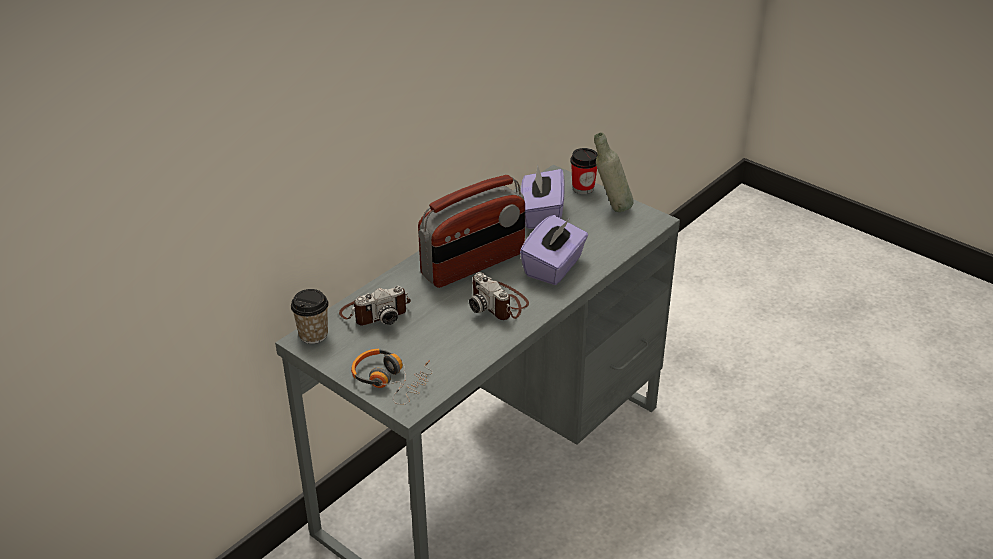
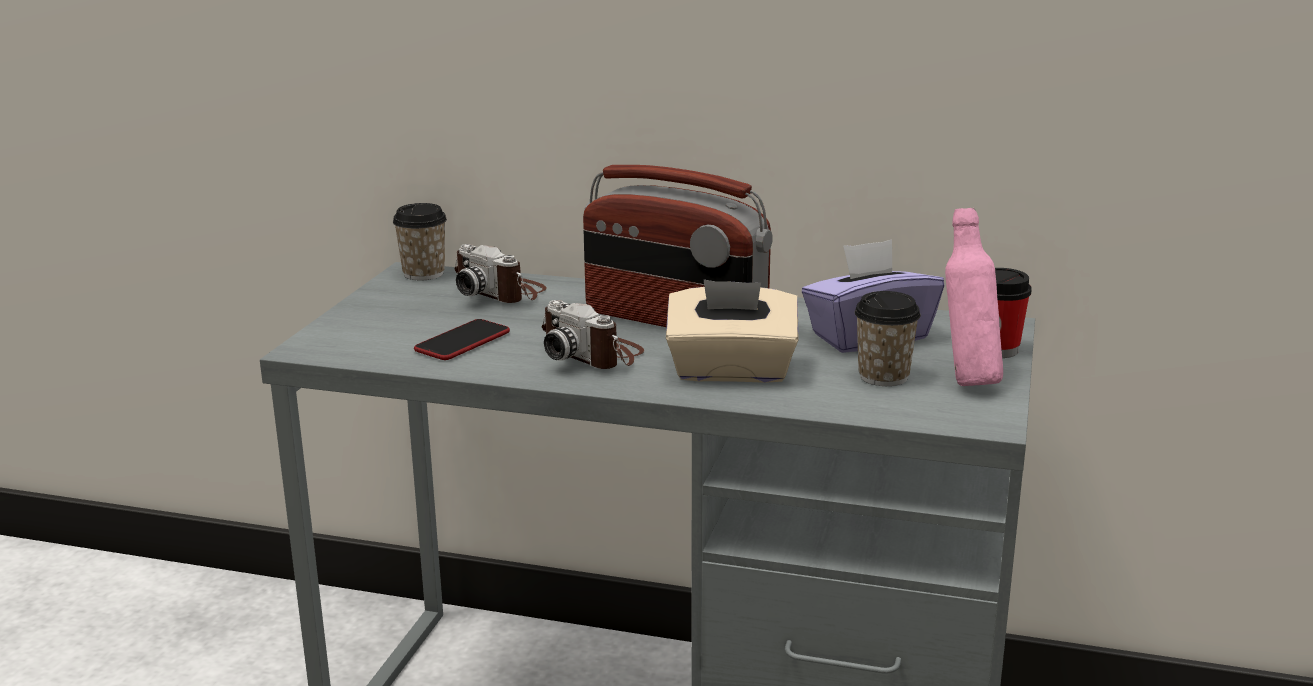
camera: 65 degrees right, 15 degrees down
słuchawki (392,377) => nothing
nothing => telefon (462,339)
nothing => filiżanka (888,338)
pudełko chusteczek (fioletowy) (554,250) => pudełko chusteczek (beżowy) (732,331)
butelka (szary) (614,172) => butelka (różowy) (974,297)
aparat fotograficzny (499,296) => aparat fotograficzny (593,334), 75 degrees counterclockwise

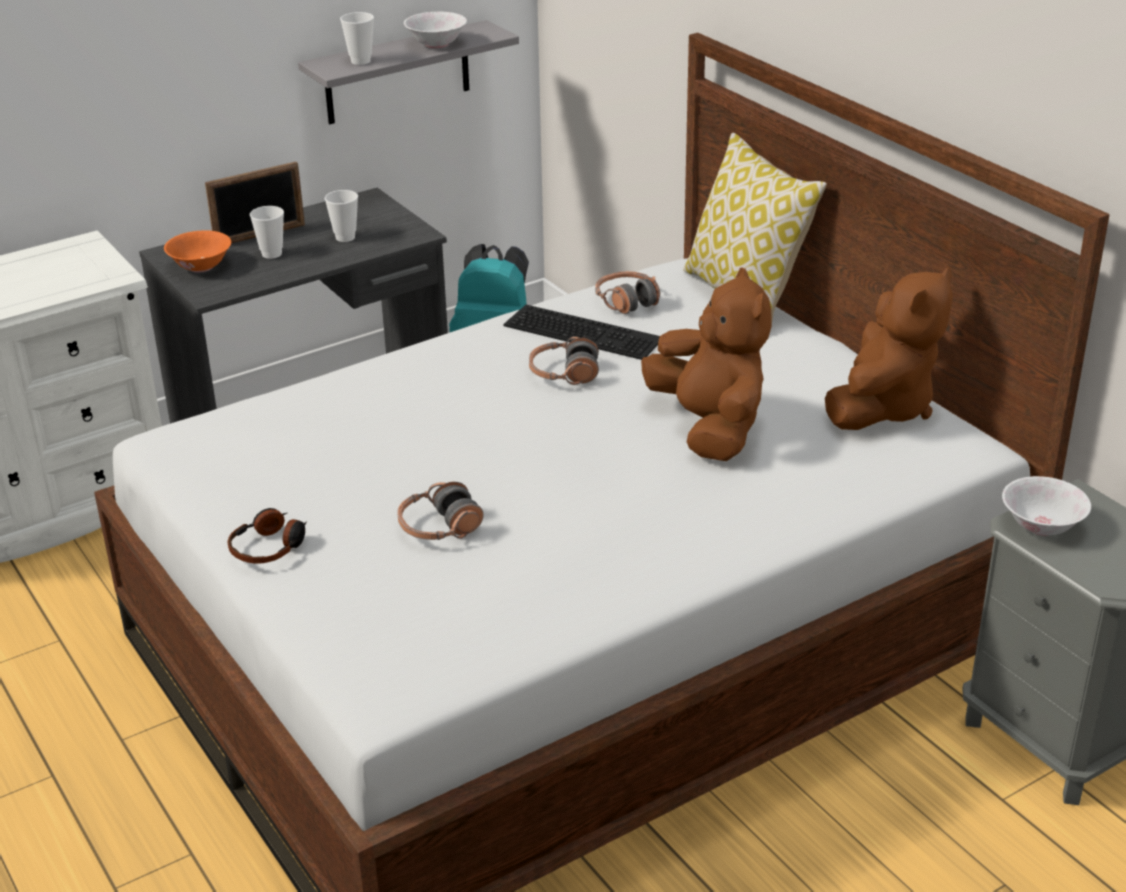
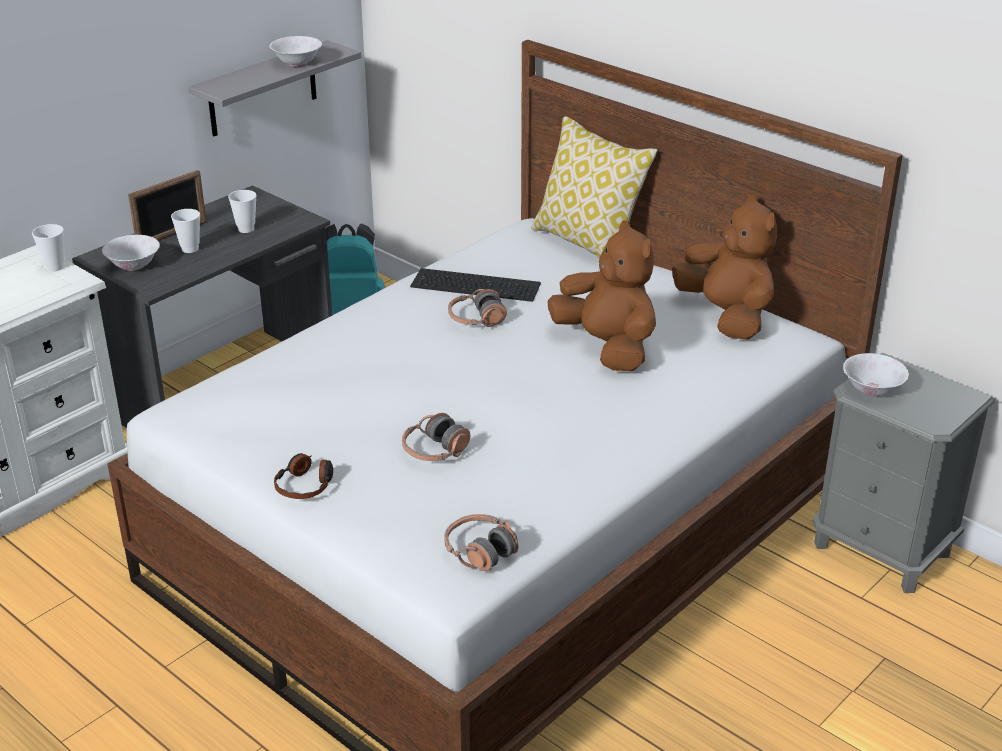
camera: 15 degrees left, 0 degrees up
filiżanka (357,38) => filiżanka (48,248), relocated
słuchawki (628,292) => słuchawki (481,542), relocated
miska (pomarańczowy) (197,251) => miska (biały) (131,253)
pluszak (brązowy) (889,348) => pluszak (brązowy) (724,267), 45 degrees counterclockwise

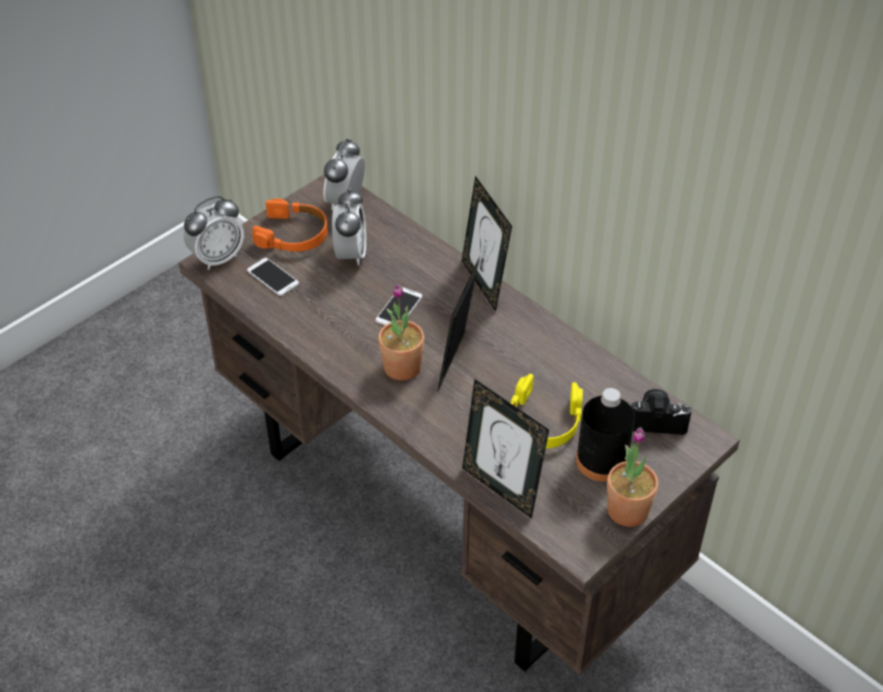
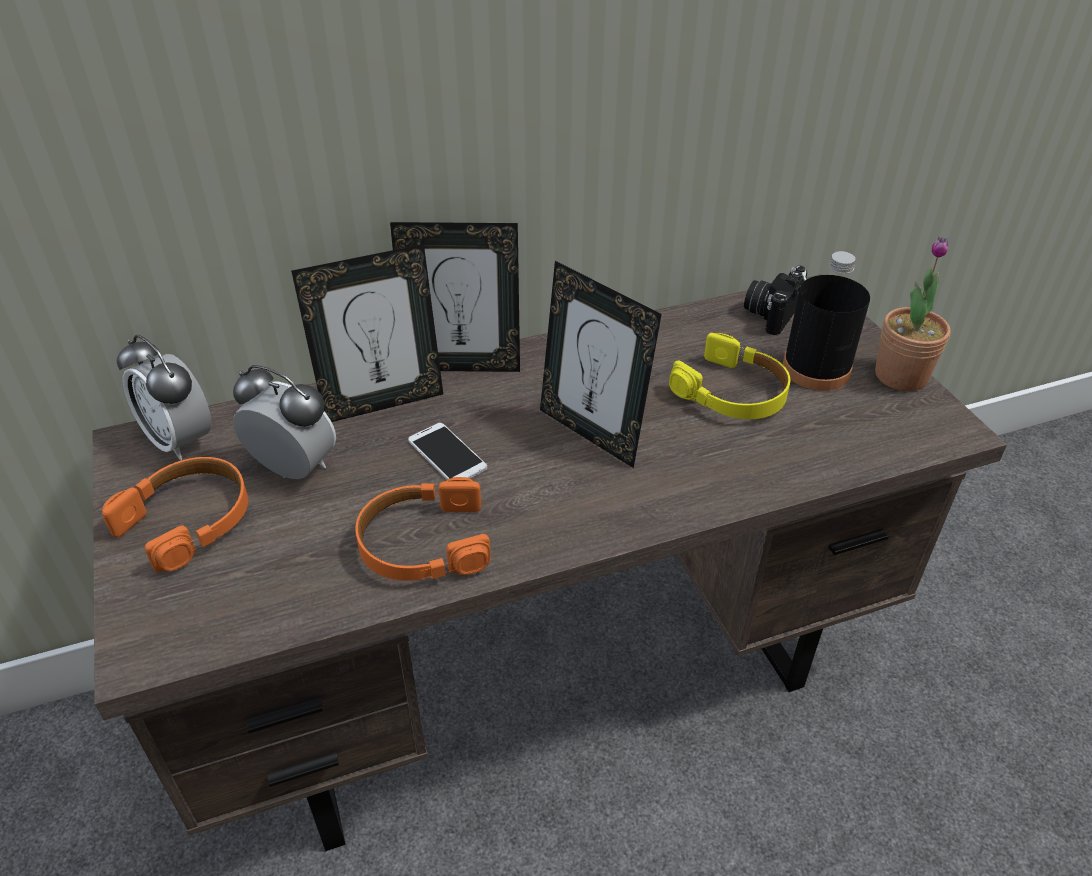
camera: 65 degrees left, 5 degrees down
budzik (214,233) => nothing
telefon (273,277) => nothing
roślina doniczkowa (401,332) => nothing
nothing => słuchawki (pomarańczowy) (423,529)
ramka na zdjęcie (505,449) => ramka na zdjęcie (367,333), relocated

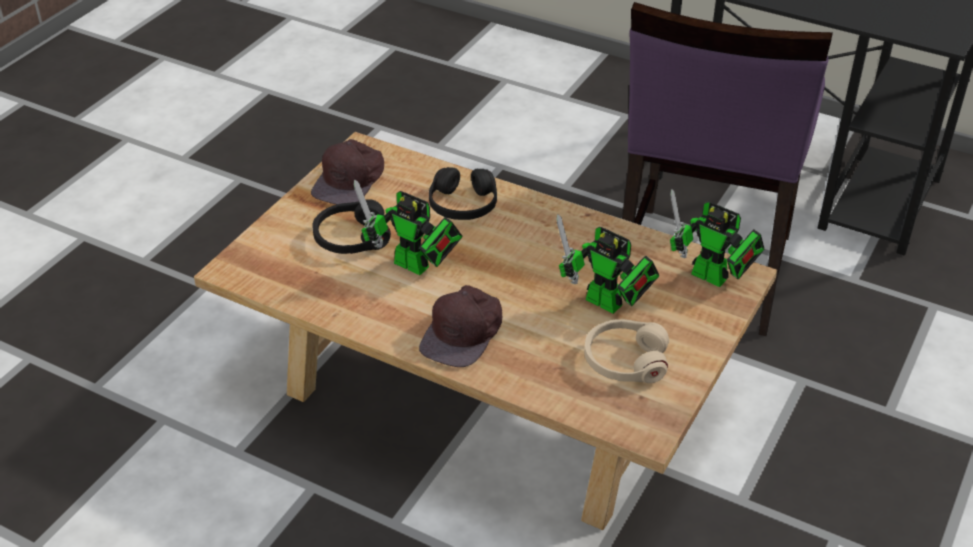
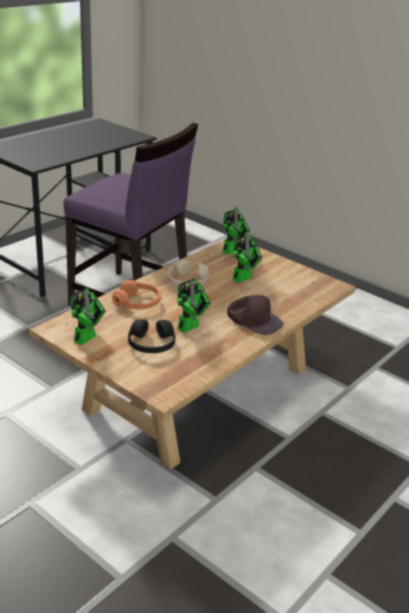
camera: 80 degrees left, 10 degrees down
słuchawki (beżowy) (626,351) => słuchawki (beżowy) (187,272), relocated
czapka z daszkiem (brązowy) (347,172) => robot zabawkowy (88,316)
słuchawki (czarny) (463,193) => słuchawki (pomarańczowy) (136,294)

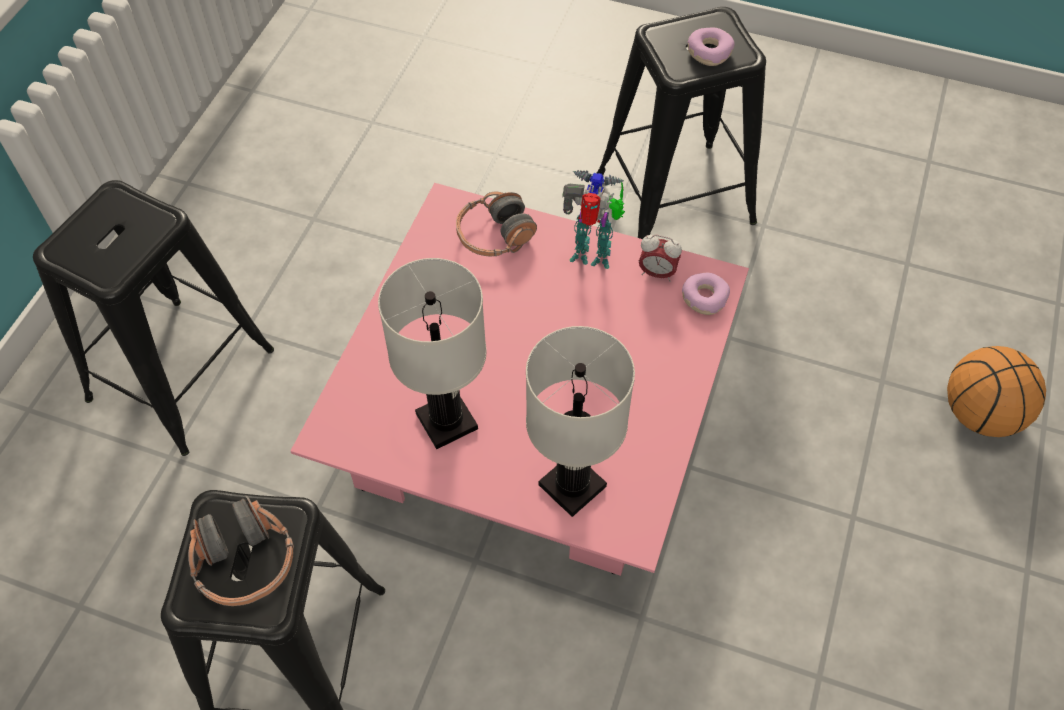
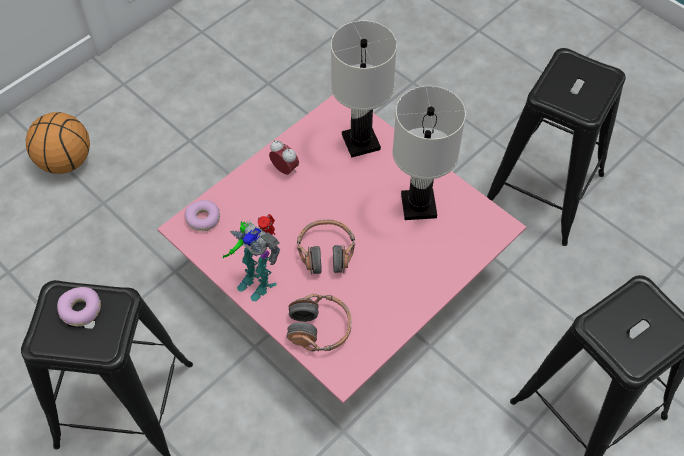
camera: 155 degrees left, 0 degrees up
słuchawki (241,551) => słuchawki (326,247), relocated
budzik (660,258) => budzik (284,157), relocated

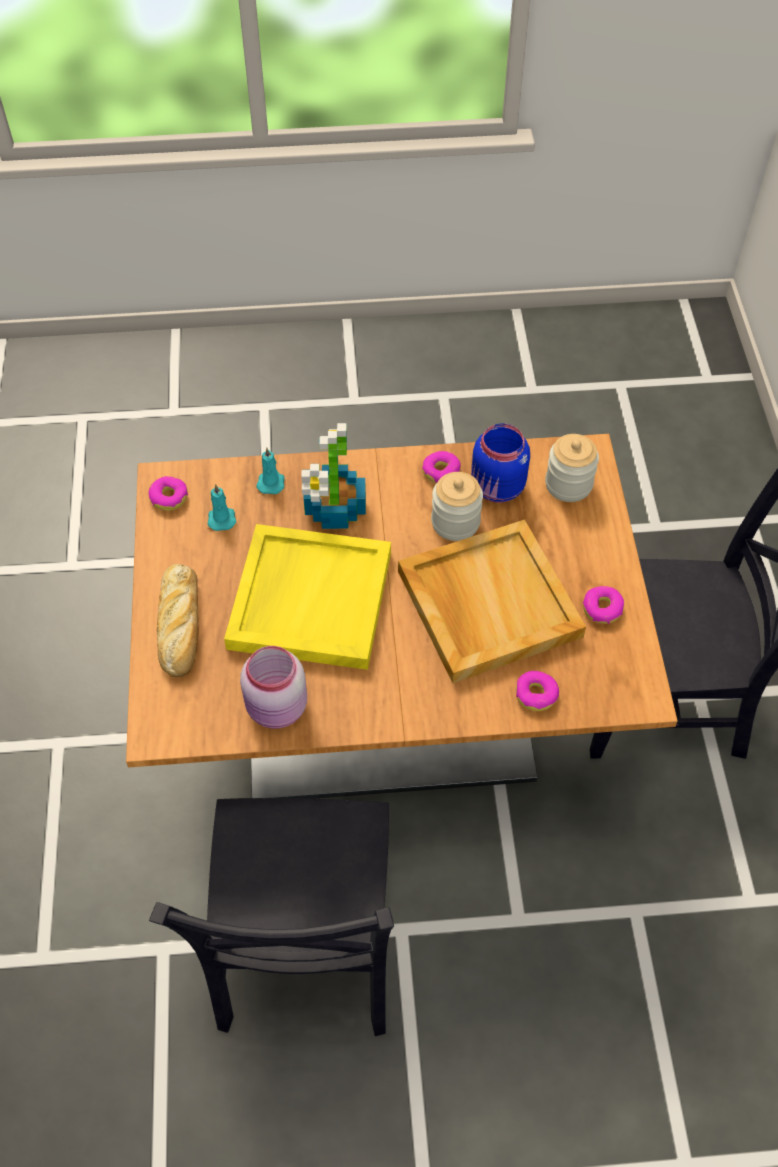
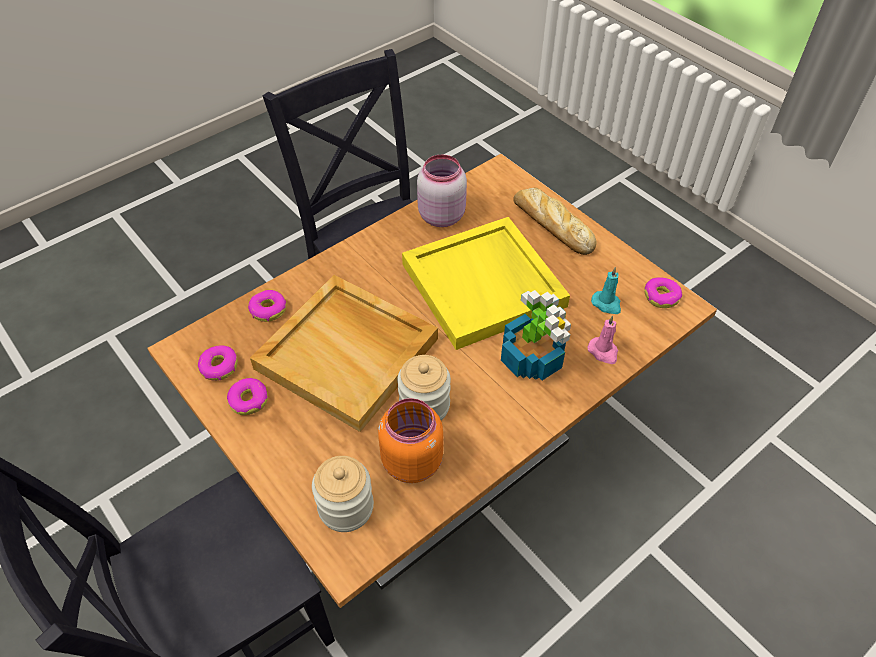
camera: 145 degrees right, 5 degrees down
donut (441,467) => donut (218,363), relocated
świeca (turkusowy) (270,471) => świeca (różowy) (603,339)
słoik (niebieski) (500,463) => słoik (pomarańczowy) (410,440)

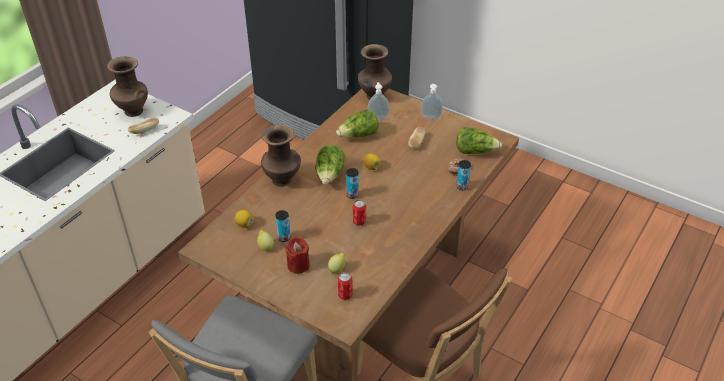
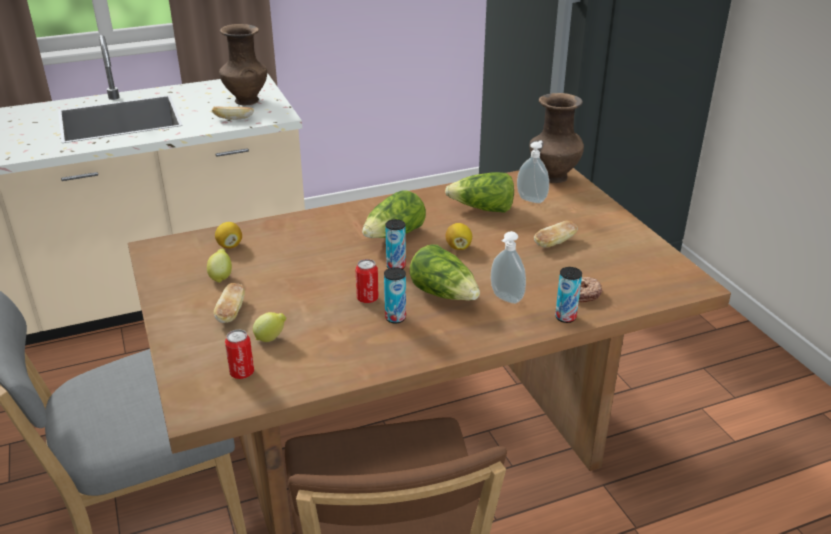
camera: 35 degrees right, 10 degrees down
wazon (brązowy) (281,155) => nothing
puszka (283,226) => puszka (395,295), relocated
dozownik mydła (432,101) => dozownik mydła (508,267), relocated
sałata (479,140) => sałata (445,272), relocated
świeca (czerwony) (297,255) => chleb (229,303)

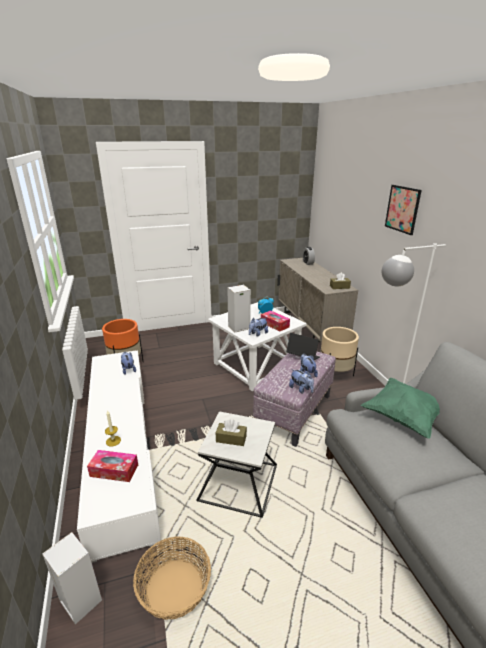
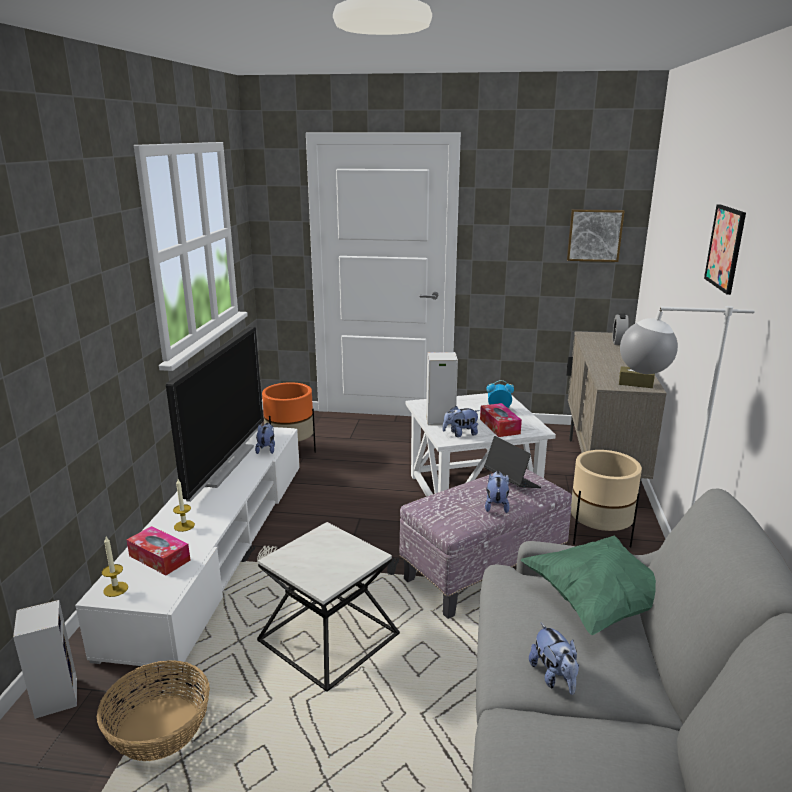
camera: 25 degrees right, 5 degrees down
pudełko chusteczek (brązowy) (231,432) => nothing
nothing => świeca (115,567)
nothing => telewizor (214,414)
nothing => obraz (596,235)
pluszak (301,381) => pluszak (554,659), relocated

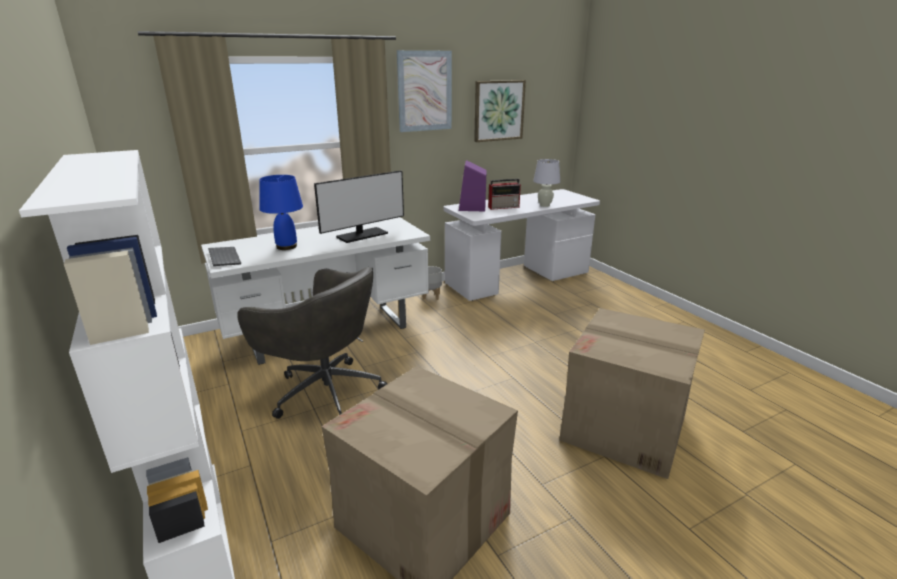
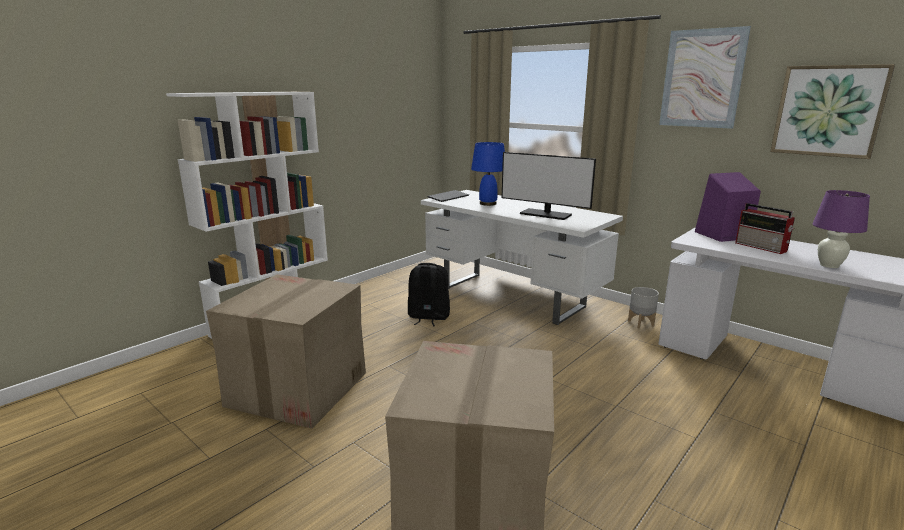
camera: 70 degrees right, 5 degrees down
krzesło biurowe (szary) (312,343) => plecak (czarny) (429,294)
lampa stołowa (biały) (546,183) => lampa stołowa (fioletowy) (841,229)

